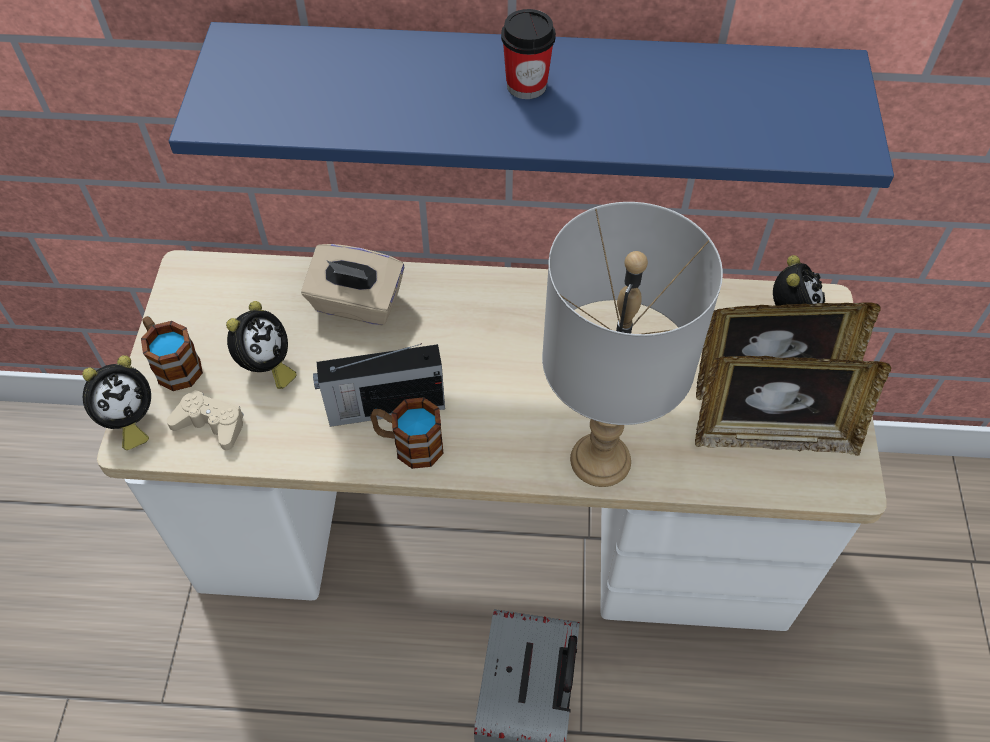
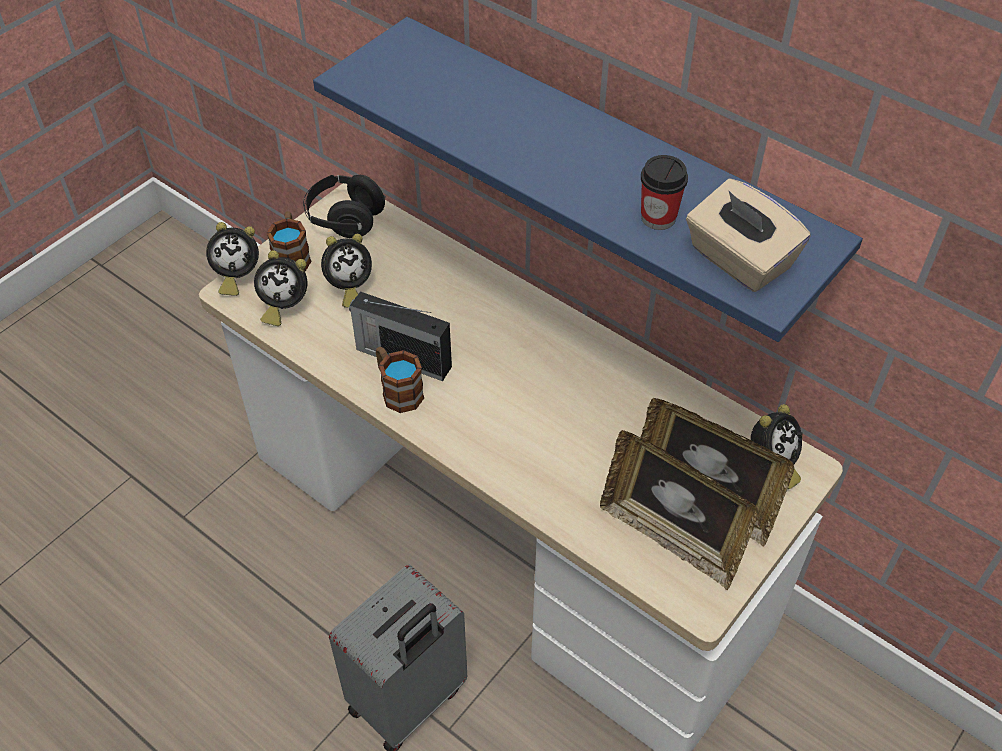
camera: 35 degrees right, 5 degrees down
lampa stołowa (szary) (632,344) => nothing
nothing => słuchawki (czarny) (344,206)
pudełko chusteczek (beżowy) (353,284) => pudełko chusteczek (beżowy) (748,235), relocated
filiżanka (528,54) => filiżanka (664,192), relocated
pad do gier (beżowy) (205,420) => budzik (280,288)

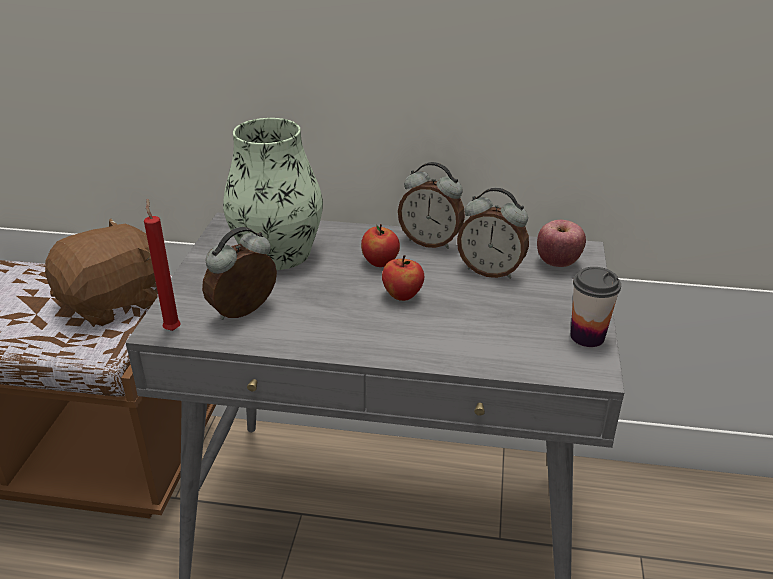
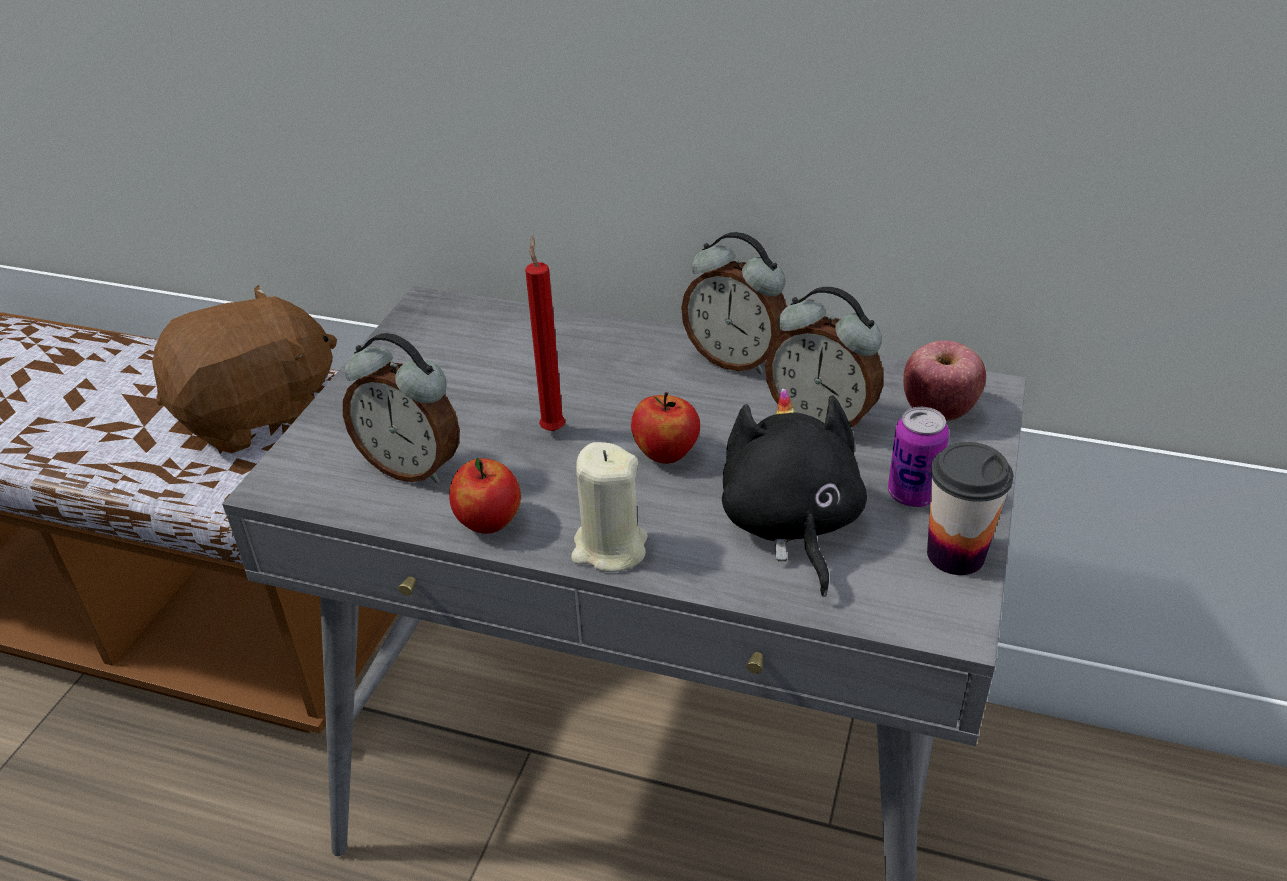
camera: 10 degrees right, 5 degrees up
wazon (273,194) => nothing
nothing => świeca (beżowy) (609,507)
nothing => pluszak (czarny) (794,492)
nothing => puszka (918,457)
świeca (czerwony) (162,265) => świeca (czerwony) (545,333), relocated
jabłko (380,245) => jabłko (485,495), relocated
budzik (239,273) => budzik (401,408), 120 degrees counterclockwise

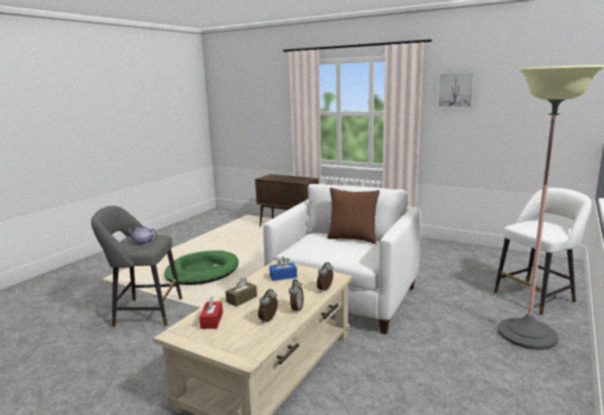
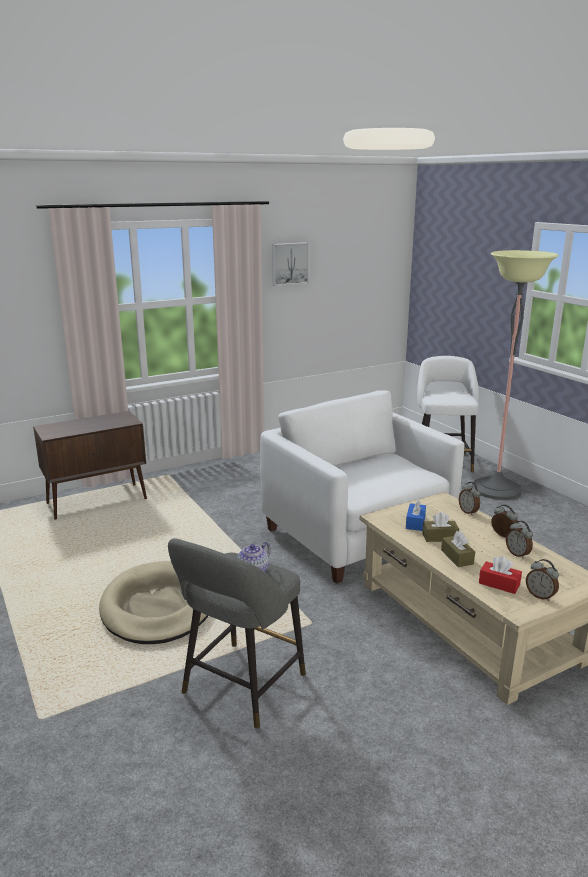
camera: 60 degrees left, 5 degrees up
poduszka (brązowy) (353,216) => nothing
nothing => pudełko chusteczek (brązowy) (440,527)
nothing => budzik (542,580)
legowisko (zielony) (201,267) => legowisko (beżowy) (153,602)

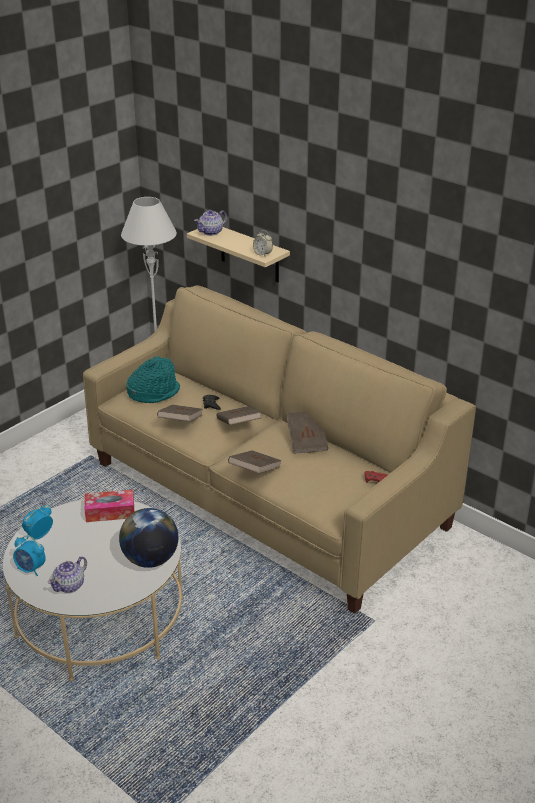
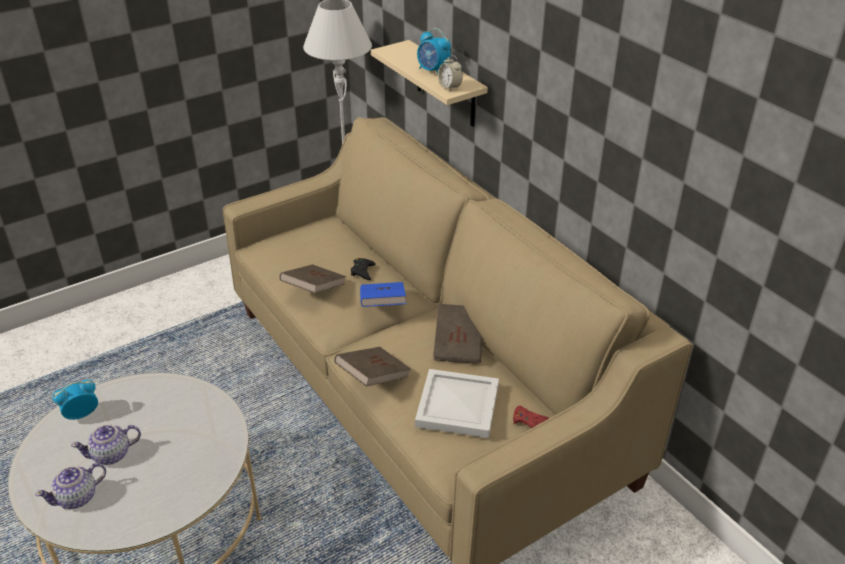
camera: 15 degrees right, 5 degrees up
pudełko chusteczek (109,506) => nothing
globus (148,538) => nothing
kapelusz (turkusowy) (153,379) => nothing
nothing => taca (biały) (457,403)
budzik (29,555) => budzik (434,51), relocated
imbryk (210,223) => imbryk (106,444), relocated
książka (brązowy) (238,415) => książka (niebieski) (383,294)

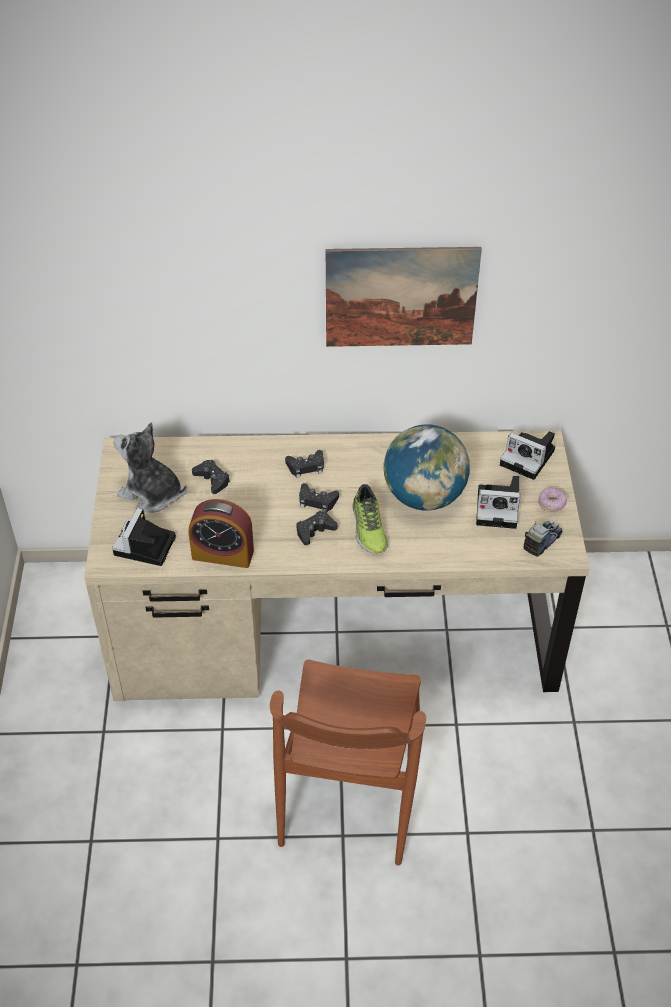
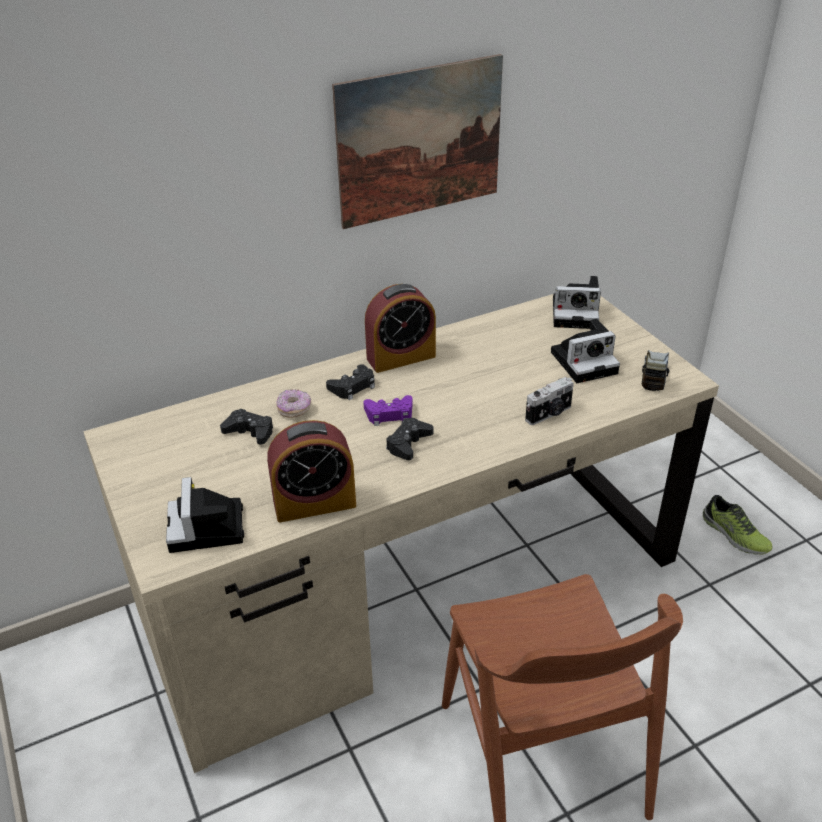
camera: 25 degrees left, 10 degrees down
pluszak (150,467) => nothing
globus (426,467) => nothing
nothing => budzik (400,328)
nothing => aparat fotograficzny (549,401)
but (370,518) => but (737,525), relocated
donut (552,499) => donut (293,403), relocated
pad do gier (czarny) (319,498) => pad do gier (fioletowy) (388,410)

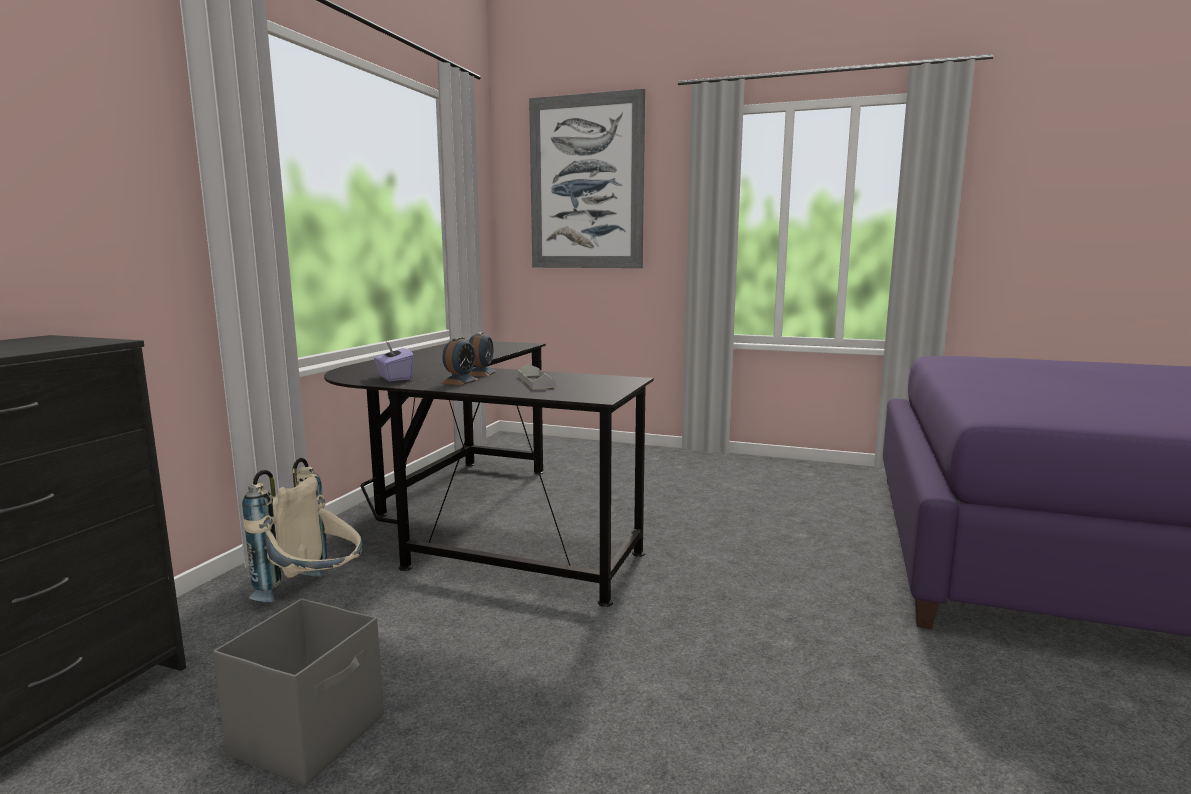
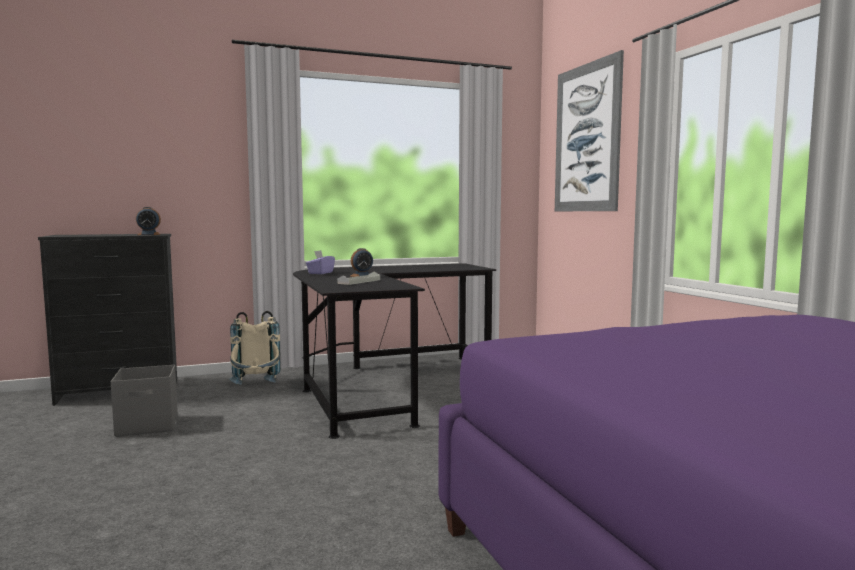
camera: 50 degrees right, 5 degrees down
budzik (460,361) => budzik (148,221), relocated

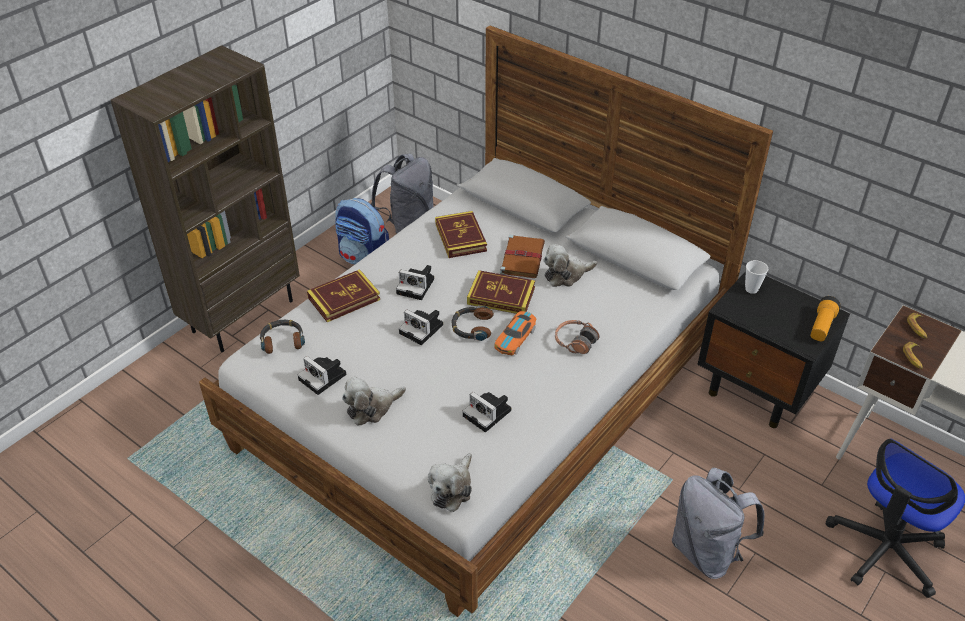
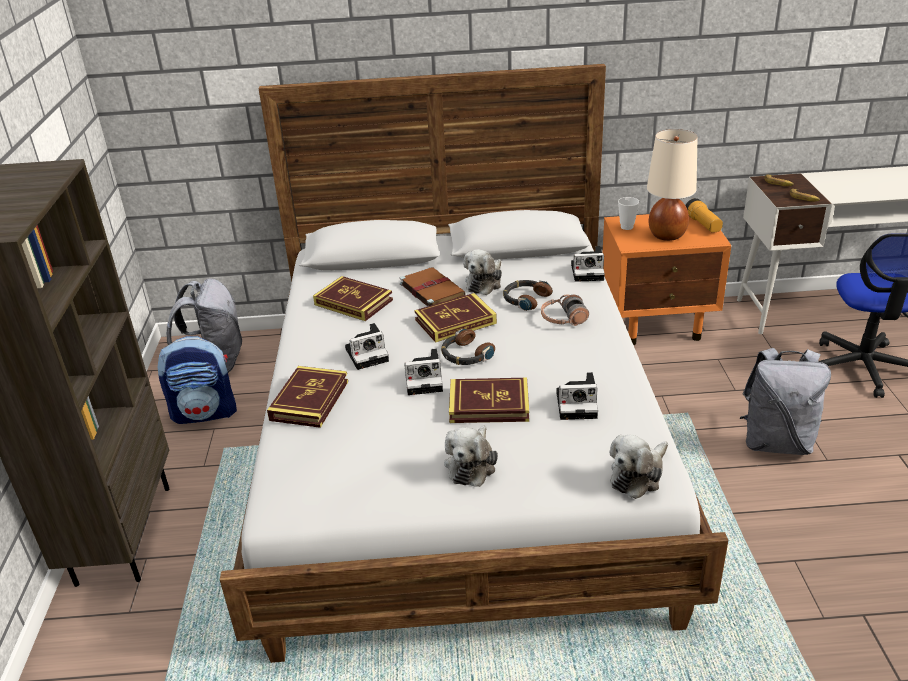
camera: 40 degrees left, 10 degrees down
samochodzik (515,333) => nothing
nothing => książka (489,400)
nothing => lampa stołowa (beżowy) (672,185)
słuchawki (282,337) => słuchawki (528,295), relocated
aparat fotograficzny (321,375) => aparat fotograficzny (588,264), relocated
szafka nocna (czarny) (773,349) => szafka nocna (pomarańczowy) (667,279)
pluszak (450,482) => pluszak (639,467), 60 degrees clockwise

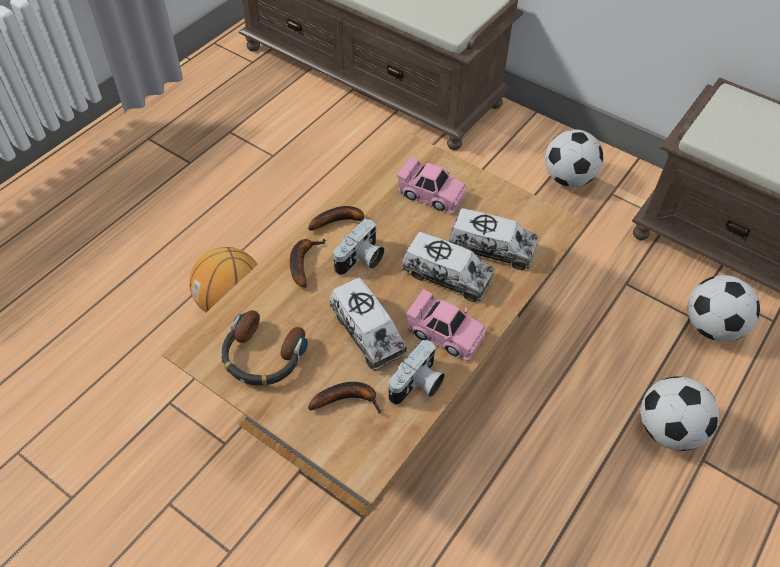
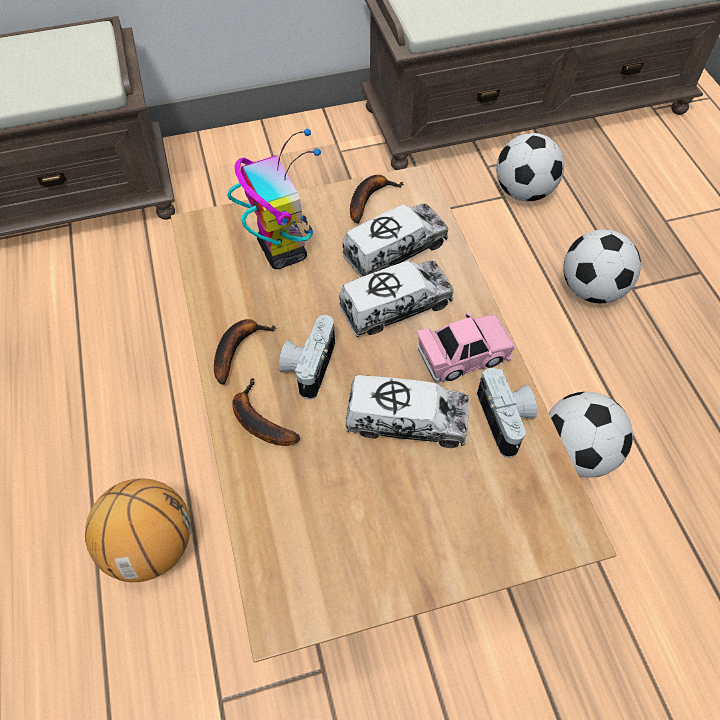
camera: 50 degrees left, 5 degrees up
słuchawki (265,348) => nothing
banan (345,398) => banan (377,199), relocated
piłka futbolowa (574,158) => piłka futbolowa (591,435), relocated
samochodzik (różowy) (432,185) => robot zabawkowy (274,198)
aparat fotograficzny (358,247) => aparat fotograficzny (307,357), 150 degrees counterclockwise

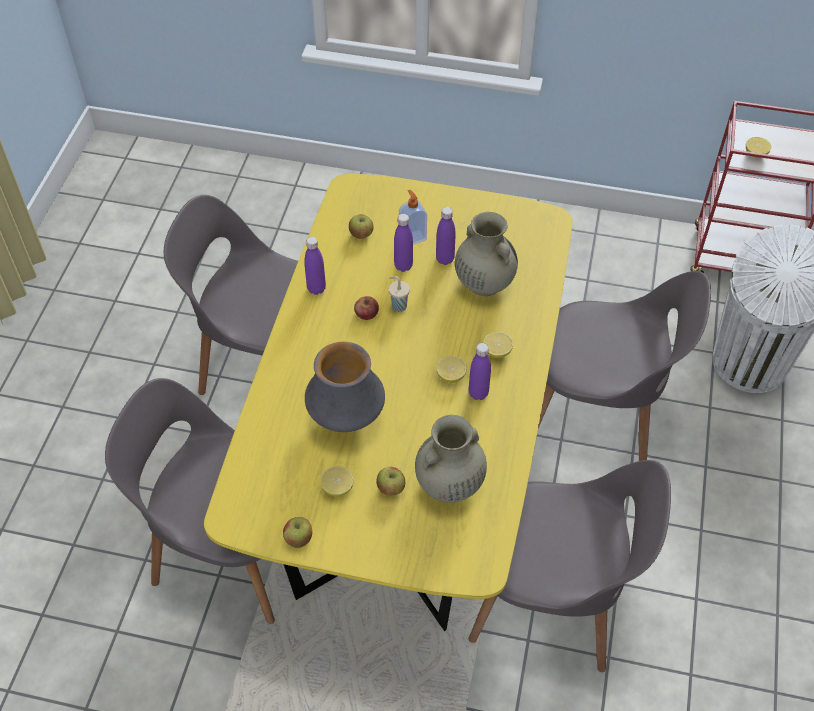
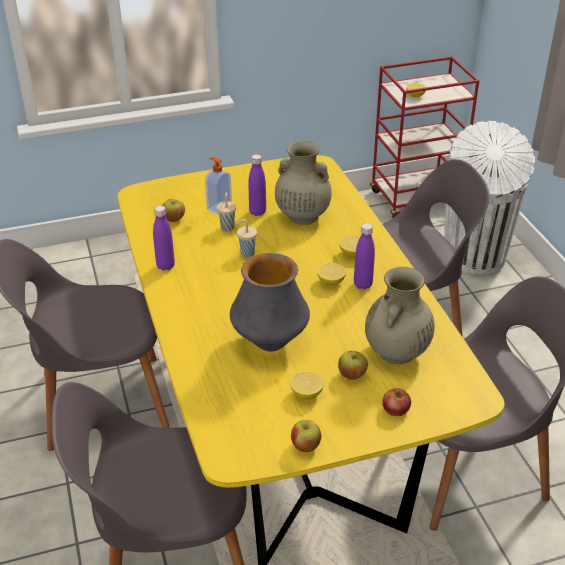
camera: 30 degrees left, 15 degrees down
jabłko (366,308) => jabłko (397,402), relocated
butelka (fioletowy) (403,243) => filiżanka (beżowy) (226,212)

